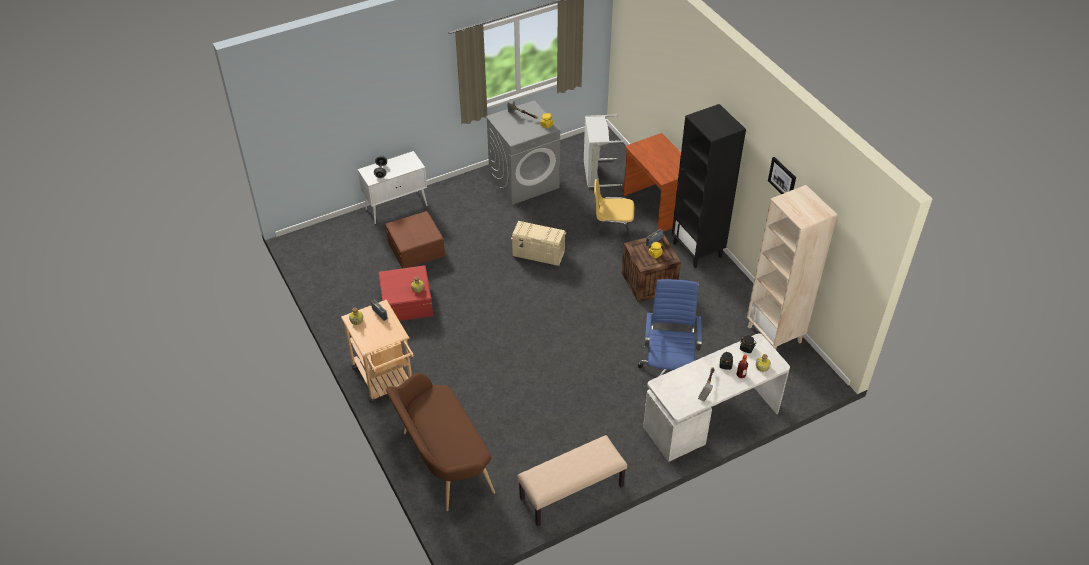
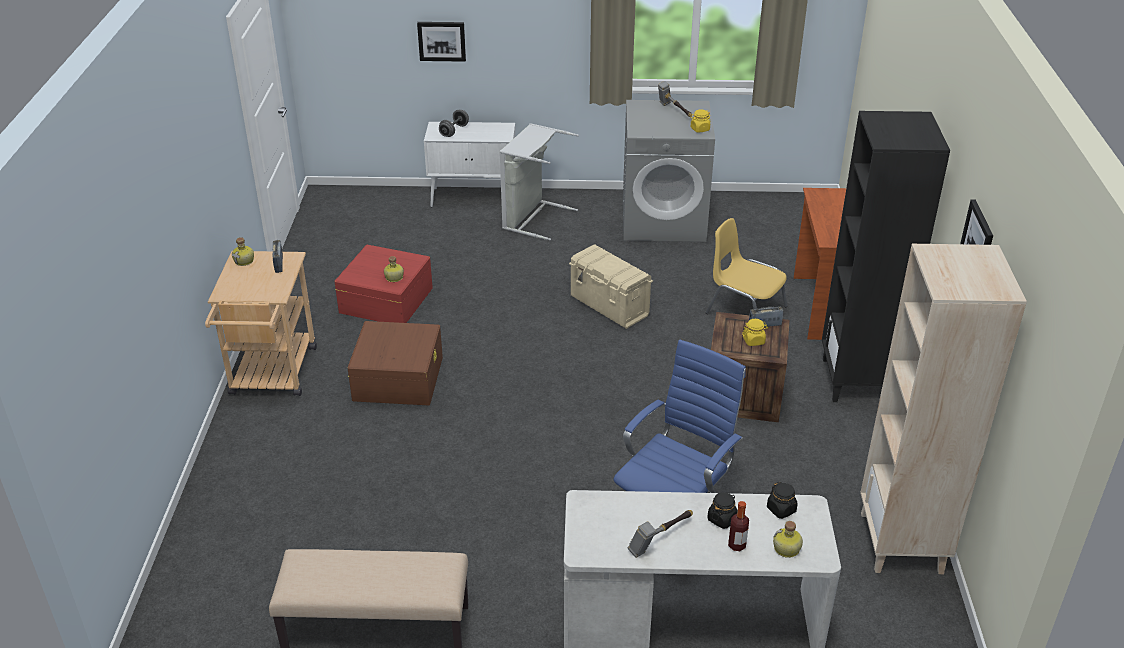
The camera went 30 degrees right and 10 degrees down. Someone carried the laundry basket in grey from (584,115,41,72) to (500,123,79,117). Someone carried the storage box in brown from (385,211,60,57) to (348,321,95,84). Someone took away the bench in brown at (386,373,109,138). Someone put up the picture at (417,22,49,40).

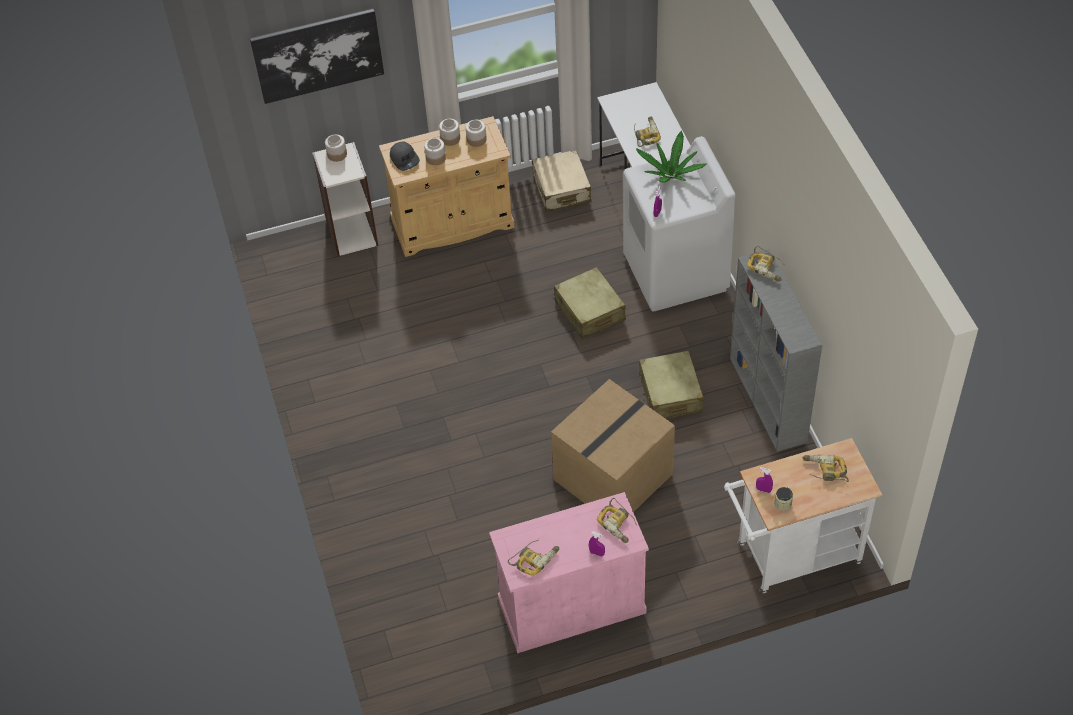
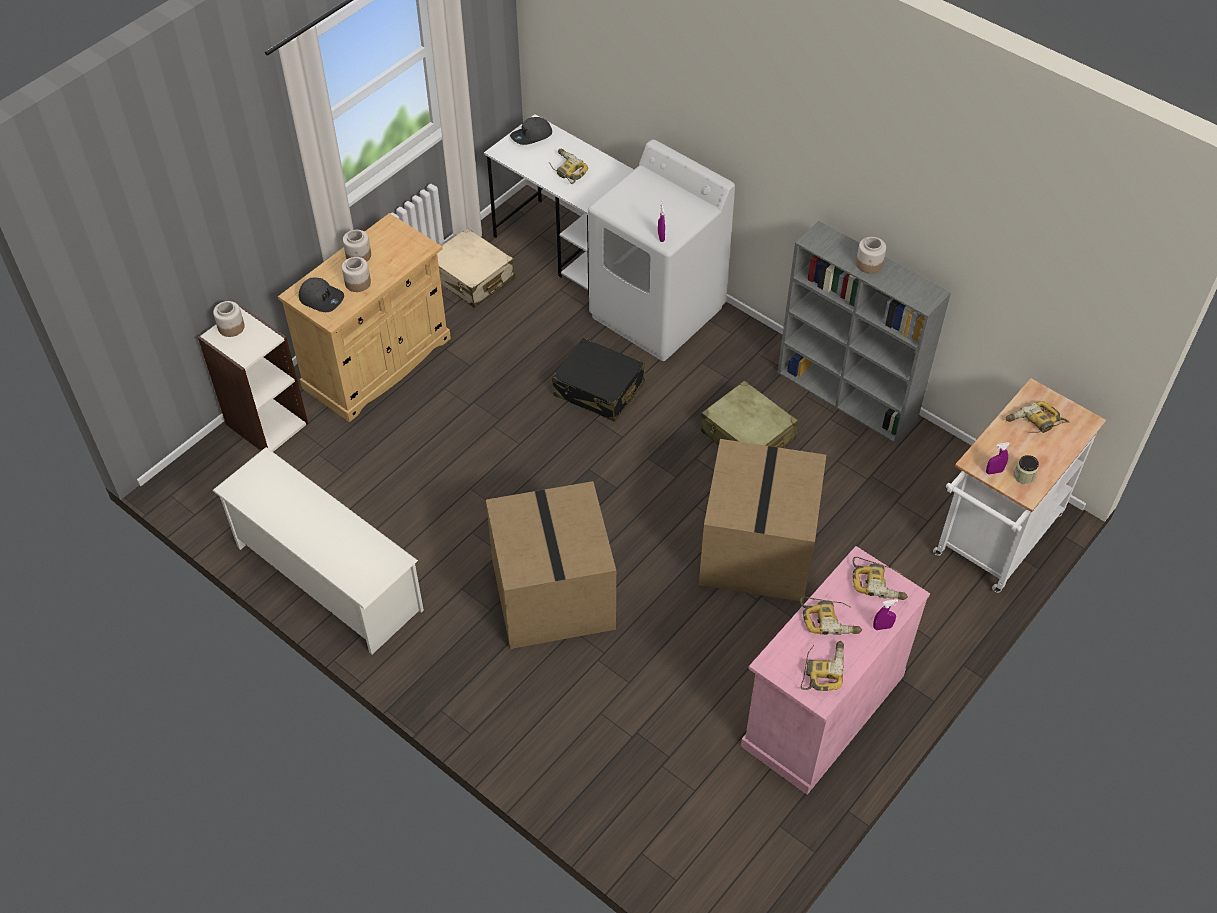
The camera went 35 degrees left and 0 degrees up. Someone took away the picture at (250,8,134,96). Someone carried the jar from (466,120,21,27) to (856,237,30,37). Someone took away the potted plant at (636,130,70,53). Someone carried the power drill from (747,246,38,35) to (800,597,62,38). Someone repainted the suitcase in beige at (554,267,72,72), which became the suitcase in black at (552,338,93,84). Someone put down the cap in grey at (510,117,42,28). Someone put down the shoe rack in white at (212,447,212,208). Someone put down the cardboard box at (486,481,130,168).

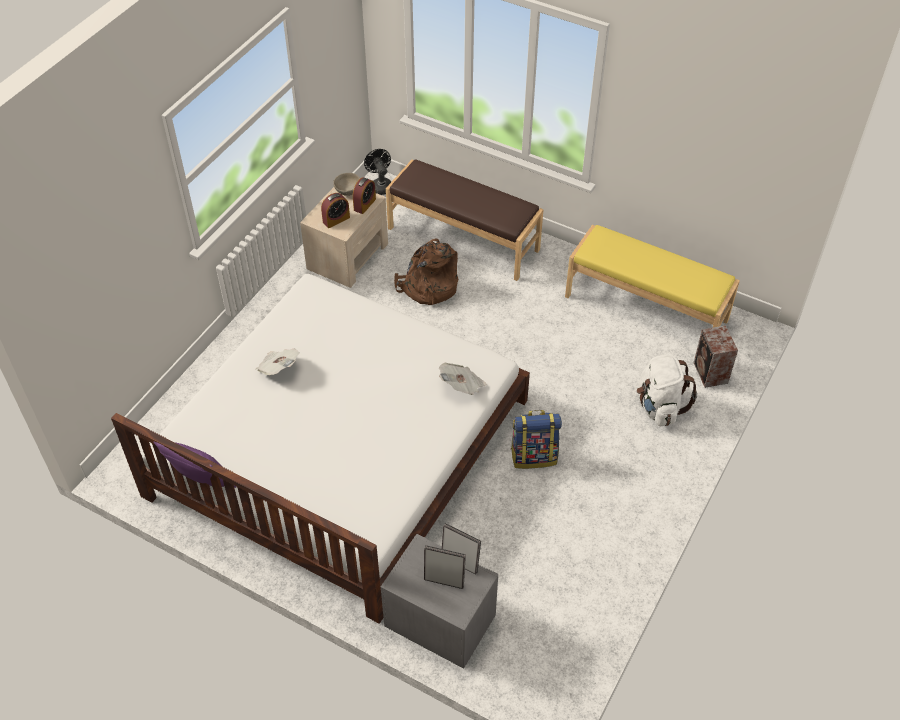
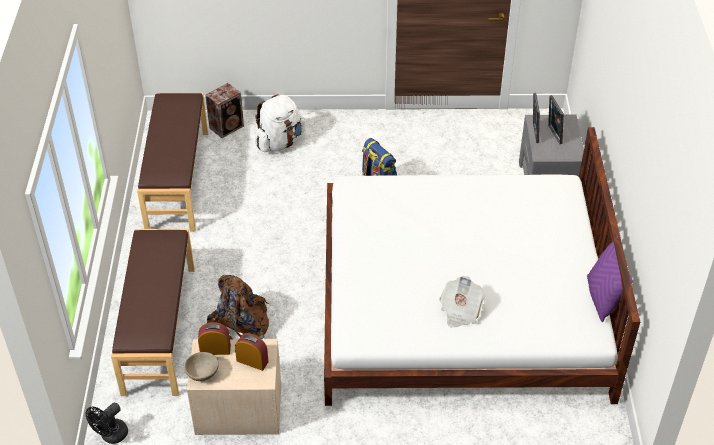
The camera went 120 degrees left and 5 degrees down. Someone repainted the bench in yellow at (565,225,175,102), which became the bench in brown at (137,93,71,138). Someone took away the newspaper at (439,363,48,32).

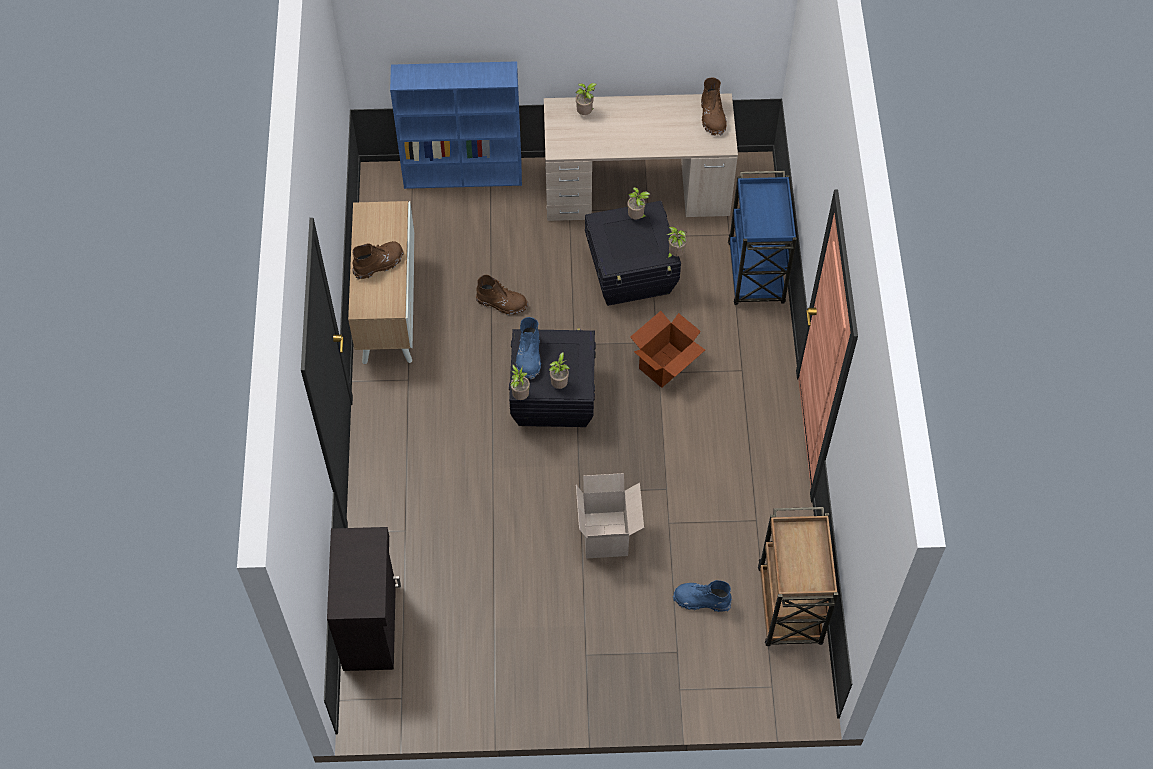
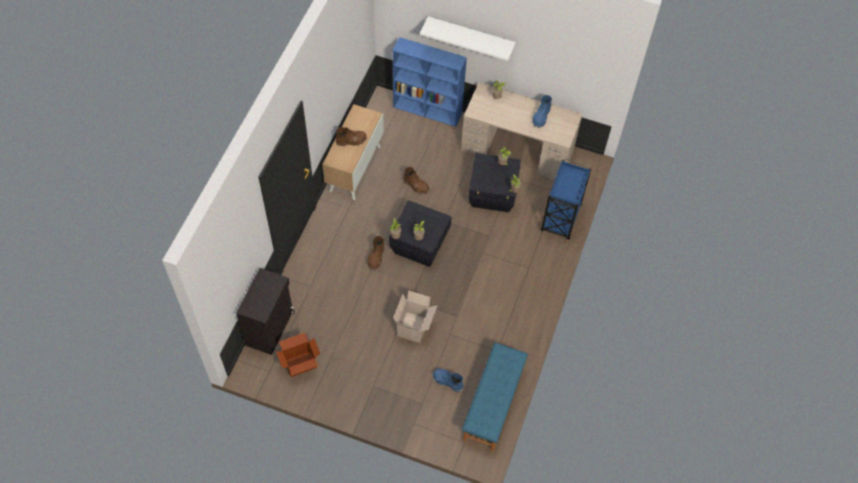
The camera went 20 degrees right and 0 degrees up. Someone carried the boot in brown from (701,78,26,58) to (367,236,17,35). Someone carried the cardboard box from (630,311,75,77) to (276,332,44,45). Someone carried the boot in blue from (516,317,25,63) to (533,95,19,33). Someone swapped the cart in brown at (758,507,80,139) for the bench in blue at (462,343,66,108). Someone put up the shelf in white at (420,17,96,44).

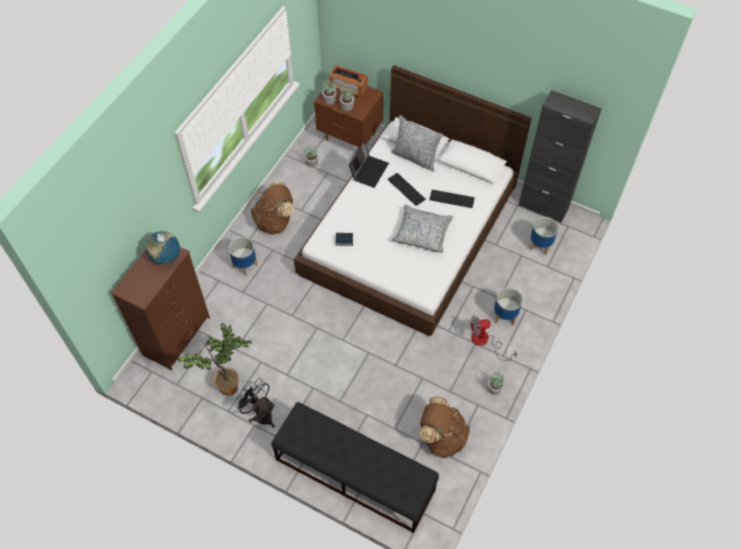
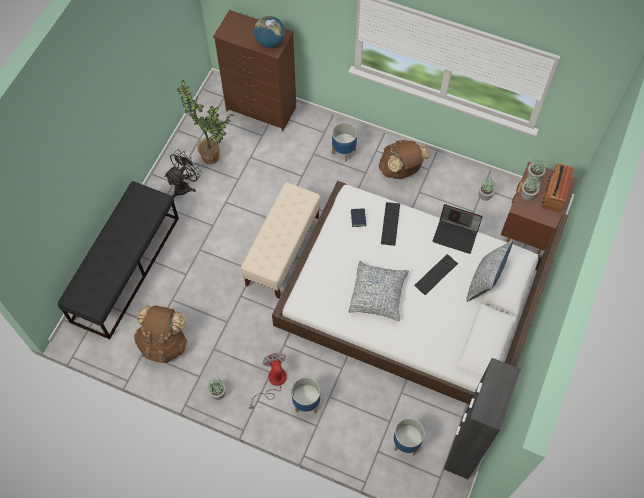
The camera went 85 degrees right and 5 degrees up. Someone carried the keyboard from (429,190,46,18) to (381,202,19,44). Someone put down the bench in beige at (241,182,79,117).

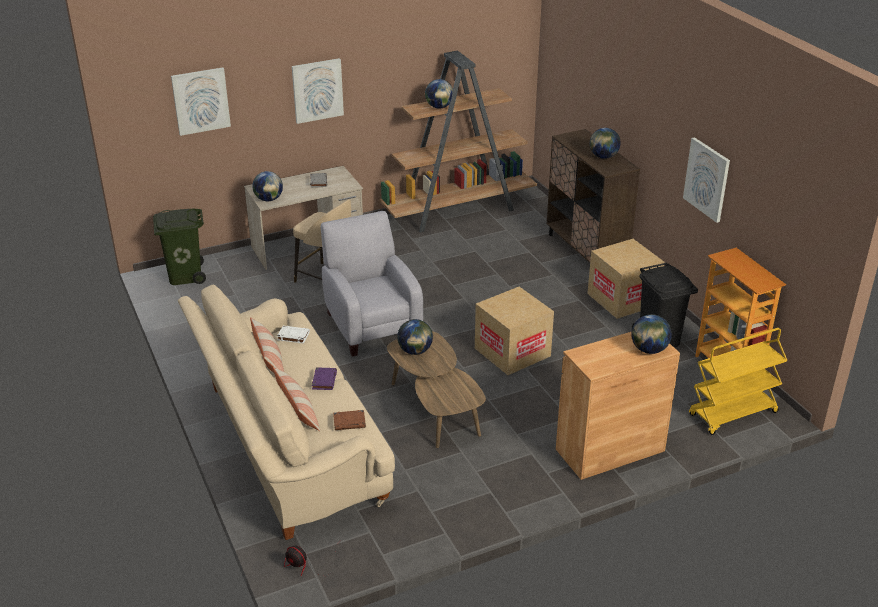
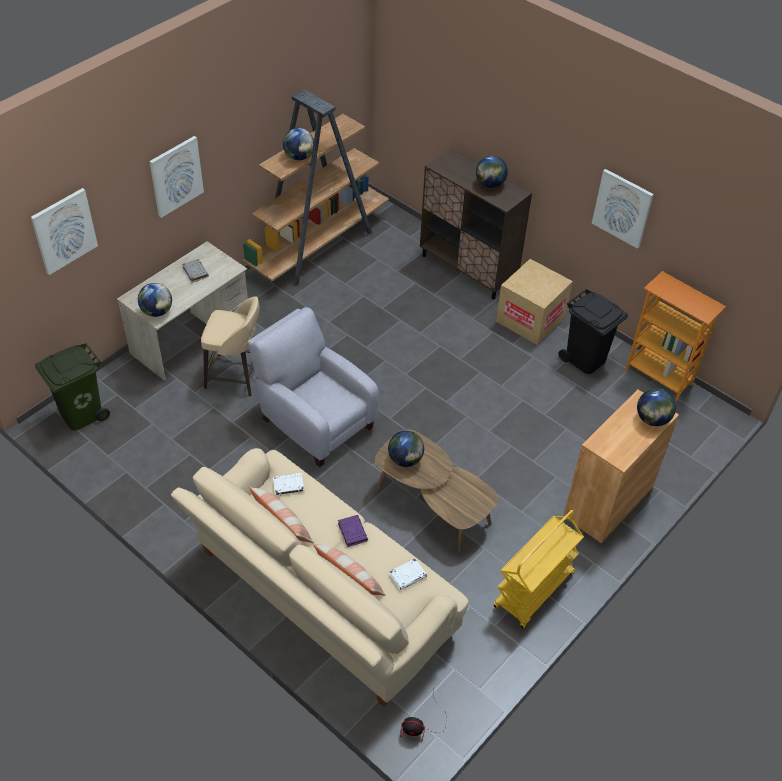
The camera went 25 degrees left and 15 degrees up. Someone took away the cardboard box at (475,287,79,88). Someone carried the cart in yellow from (689,328,98,107) to (493,510,91,119). Someone repainted the book in brown at (333,410,33,20), which became the book in white at (389,558,38,32).

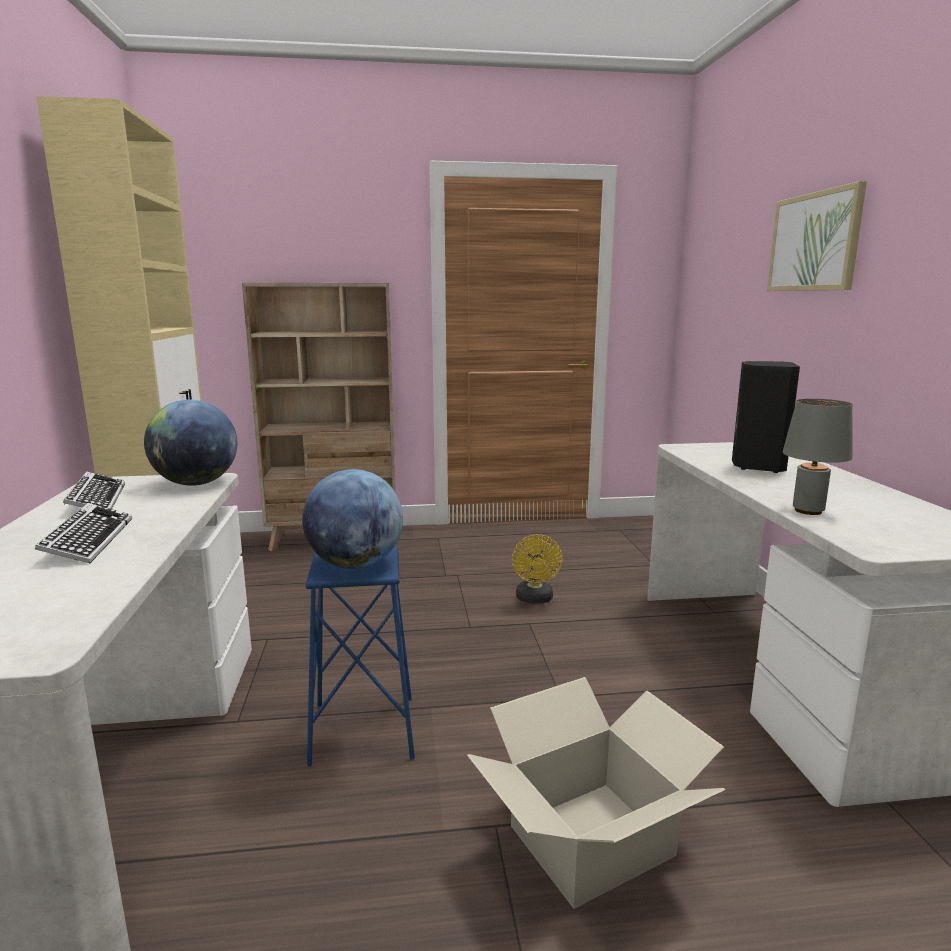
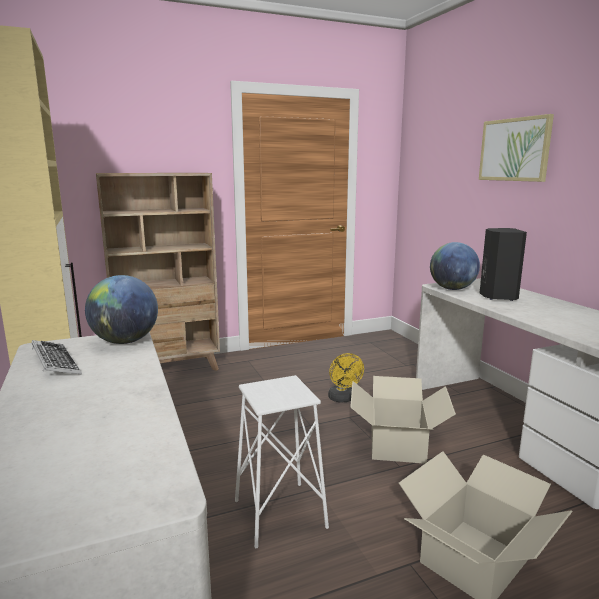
The camera went 15 degrees left and 0 degrees up. Someone took away the table lamp in grey at (783,399,70,116). Someone carried the globe from (302,469,101,100) to (430,242,50,48). Someone took away the keyboard at (35,503,97,60). Someone repainted the stool in blue at (306,546,109,220), which became the stool in white at (235,375,94,173). Someone put down the cardboard box at (350,376,106,88).

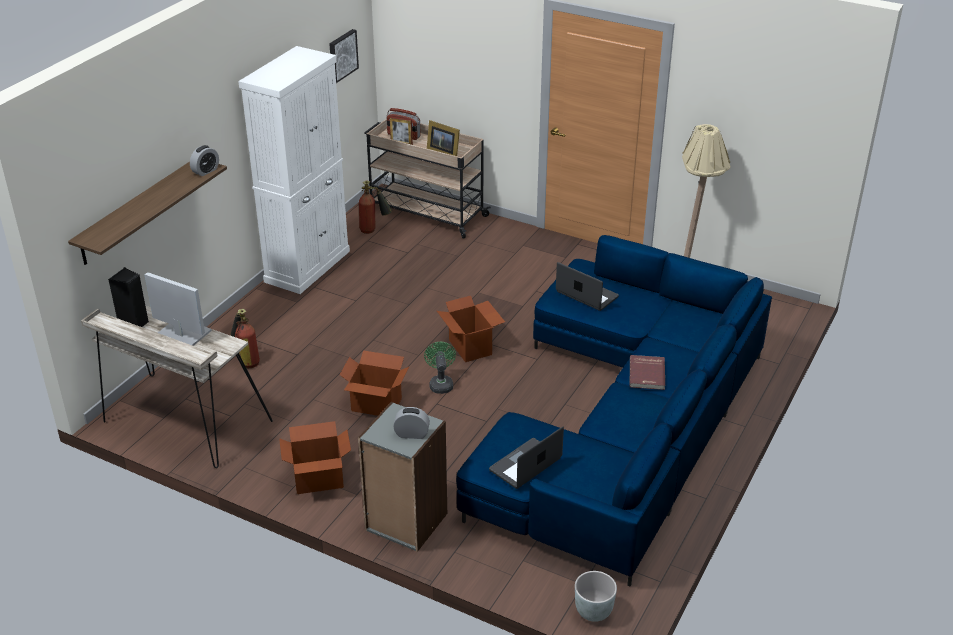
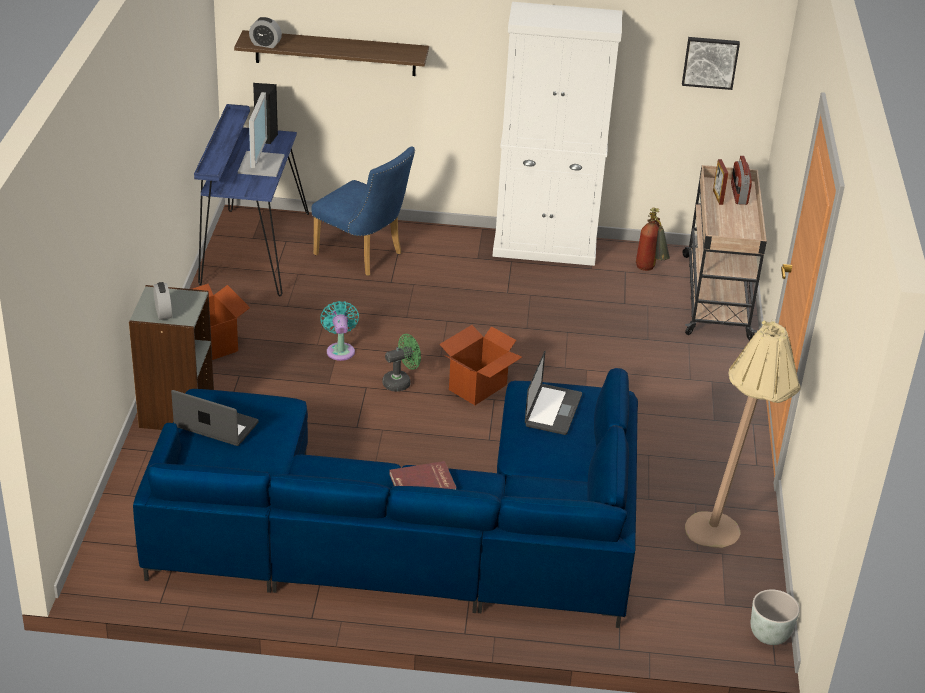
The camera went 65 degrees right and 0 degrees up. Someone took away the picture frame at (427,120,33,36). Someone carried the alarm clock from (190,145,29,31) to (249,17,33,31). Someone repainted the desk in beige at (81,306,192,162), which became the desk in blue at (194,104,115,193). Someone swapped the fire extinguisher at (231,309,29,59) for the chair in blue at (311,146,104,130). Someone swapped the cardboard box at (340,350,69,66) for the fan in turquoise at (320,301,39,60). Someone carried the planter in grey from (575,571,42,51) to (751,589,49,56).

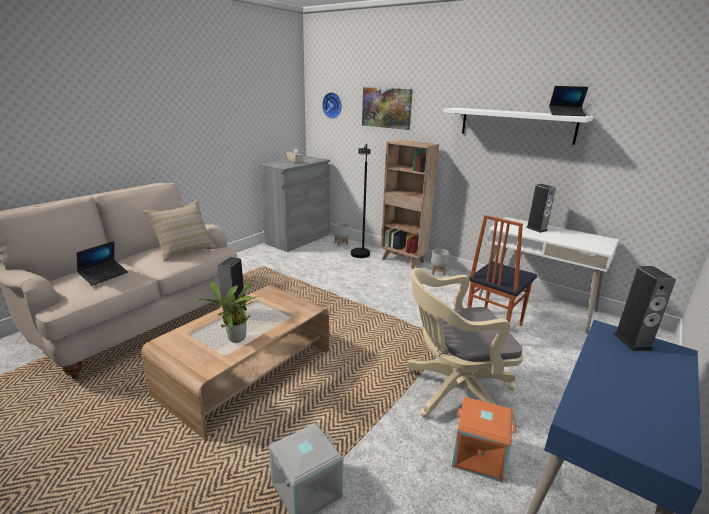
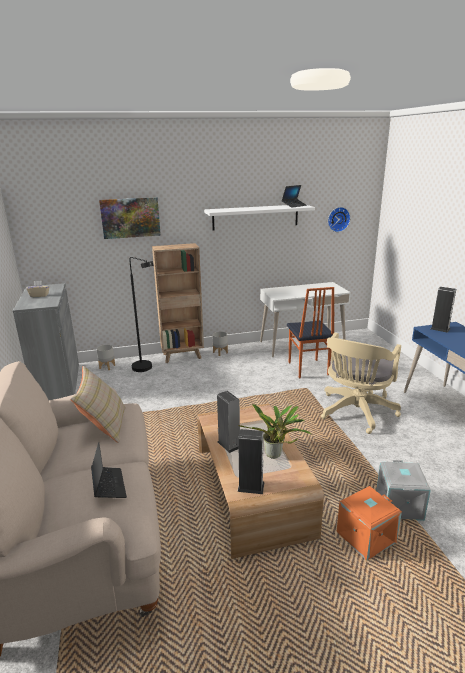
The camera went 50 degrees left and 0 degrees up. Someone carried the wall clock from (322,92,20,27) to (328,207,22,25). Someone carried the speaker from (526,184,30,49) to (237,429,27,65). Someone carried the storage box in orange from (452,397,64,86) to (337,486,65,75).

